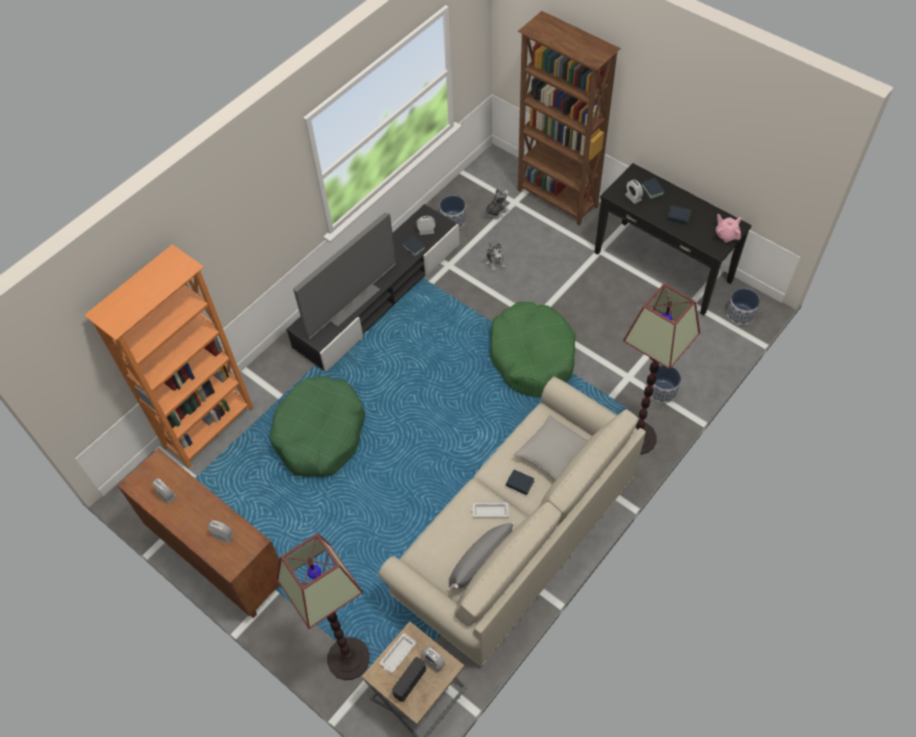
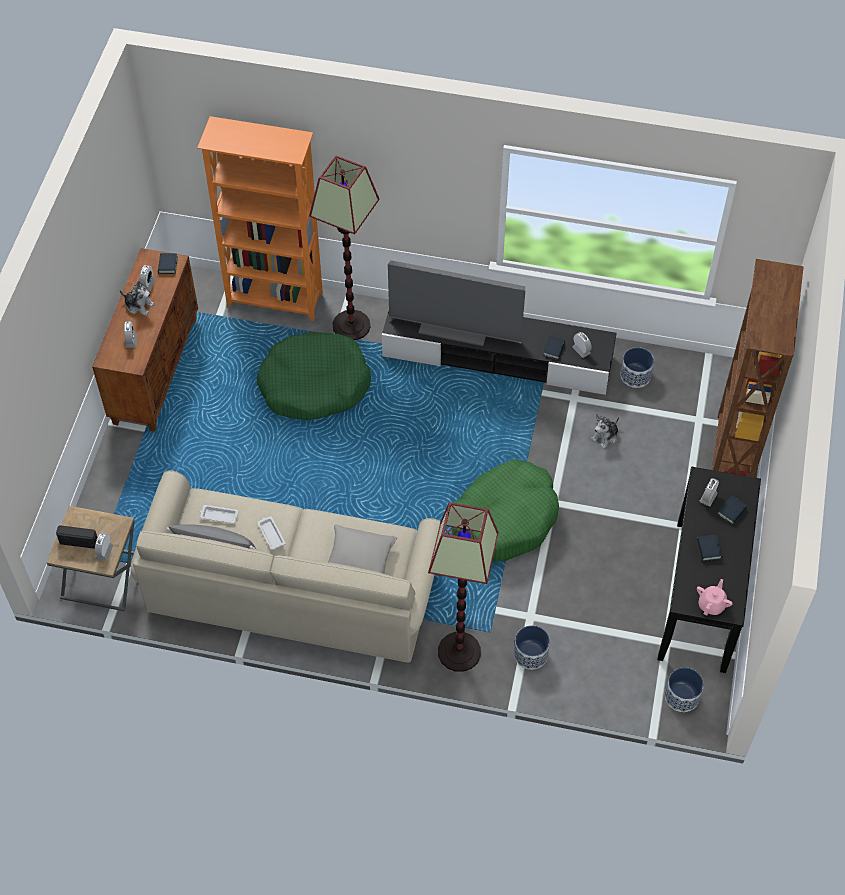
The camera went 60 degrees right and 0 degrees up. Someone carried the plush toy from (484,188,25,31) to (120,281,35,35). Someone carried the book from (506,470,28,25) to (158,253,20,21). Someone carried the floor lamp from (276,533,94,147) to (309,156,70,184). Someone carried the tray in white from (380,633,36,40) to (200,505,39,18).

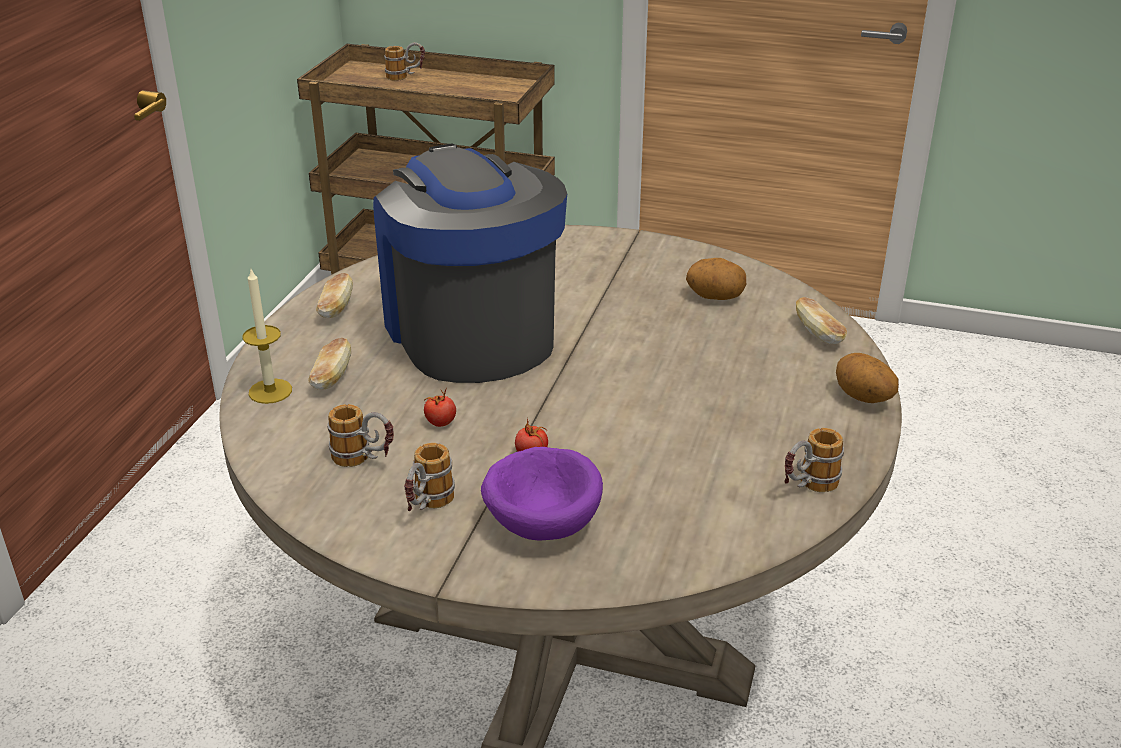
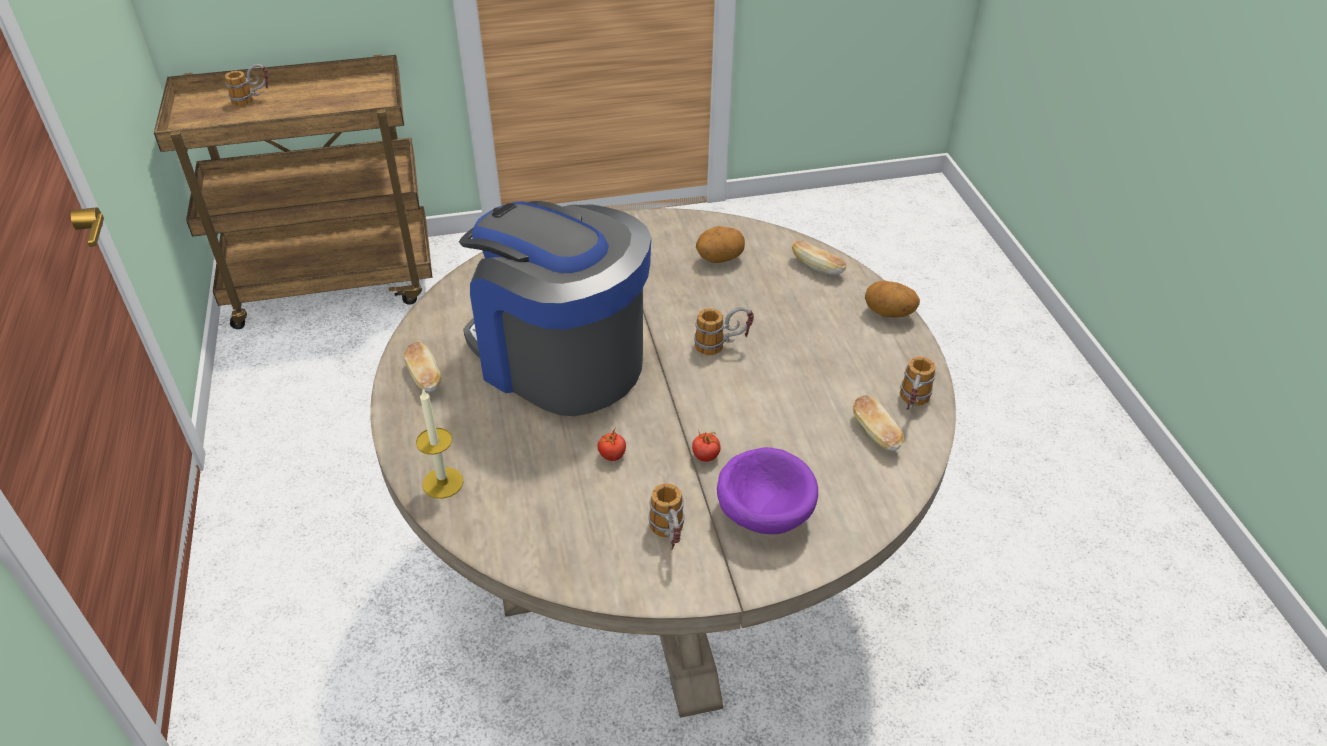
The camera went 30 degrees left and 10 degrees up. Someone carried the bread from (308,338,43,52) to (853,395,51,56). Someone carried the mug from (327,404,67,63) to (694,307,60,48).

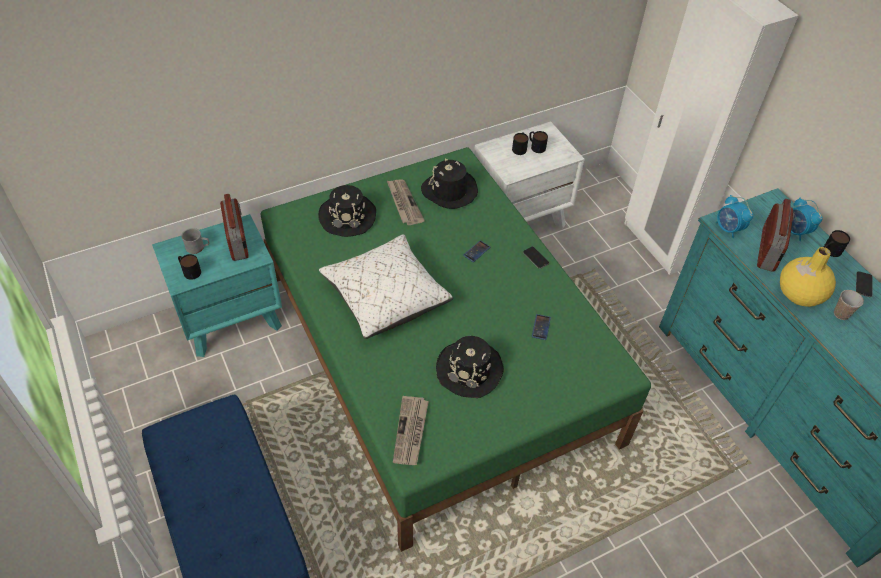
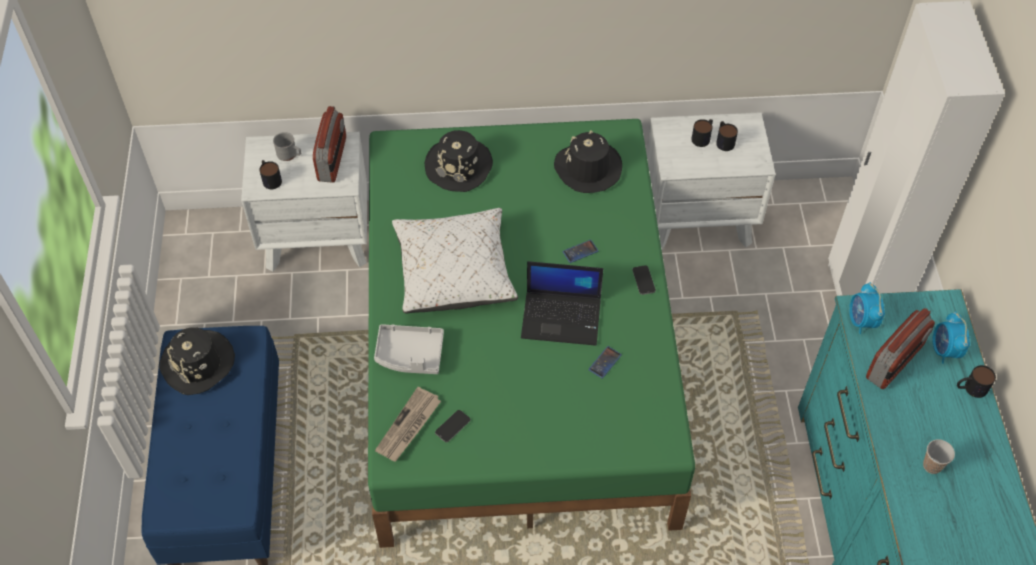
The camera went 25 degrees right and 5 degrees up. Someone took away the newspaper at (387,179,38,46). Someone repainted the nightstand in turquoise at (152,214,130,143), which became the nightstand in white at (241,132,126,140). Someone took away the vase in yellow at (780,247,56,60). Someone carried the phone from (856,271,17,26) to (435,410,35,32). Someone carried the hat in black from (436,336,68,62) to (159,327,76,68). Someone put down the laptop at (521,261,82,85). Someone put down the tray in grey at (374,324,70,50).

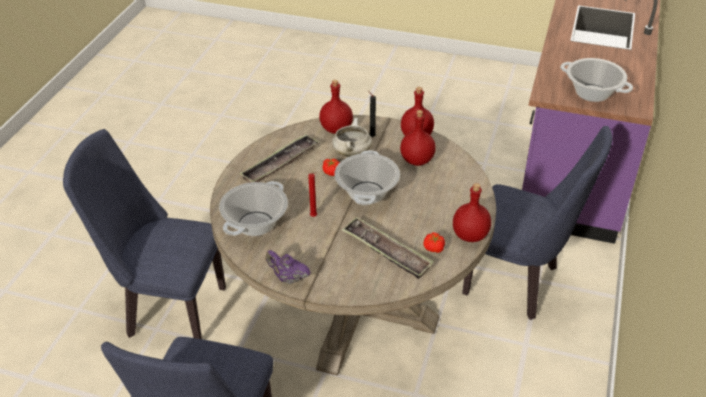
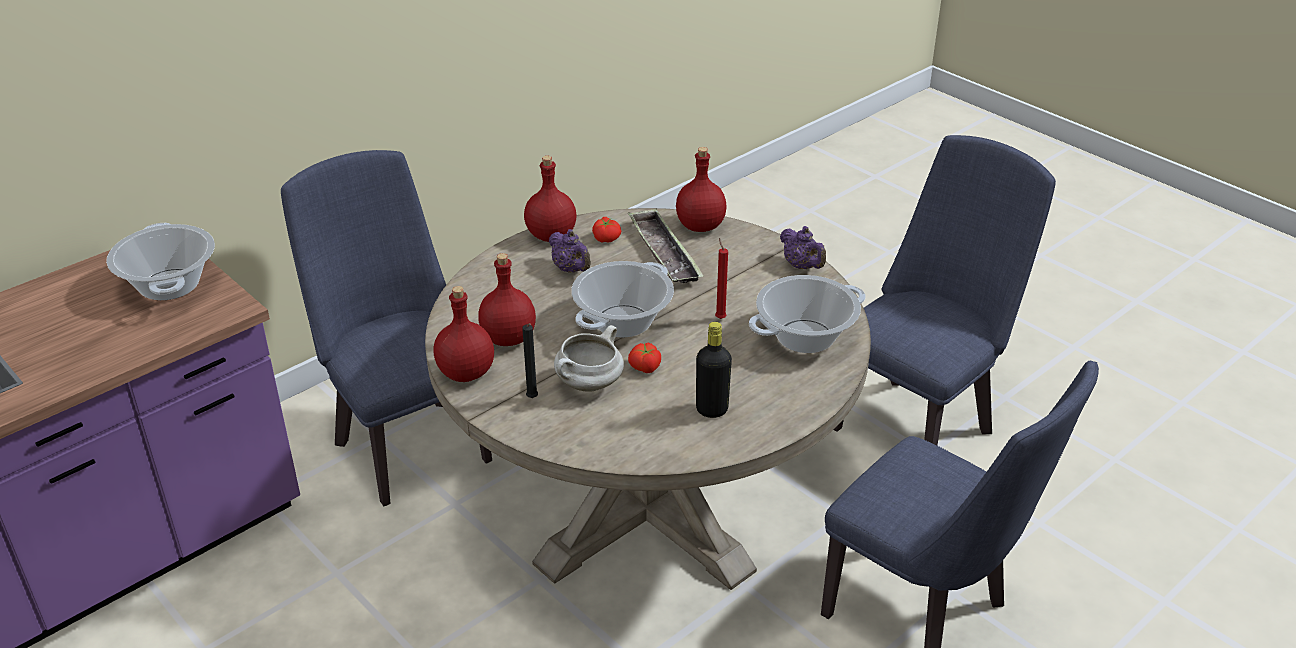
The camera went 150 degrees left and 5 degrees down. Someone carried the bottle in red from (319,80,34,54) to (676,147,51,85). Someone swapped the tray at (239,134,80,49) for the bottle in black at (696,322,36,96). Someone put down the teapot in purple at (549,229,42,44).

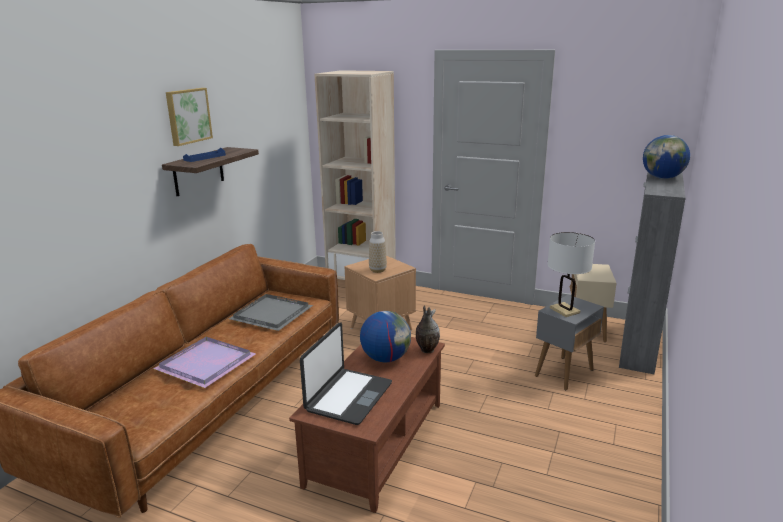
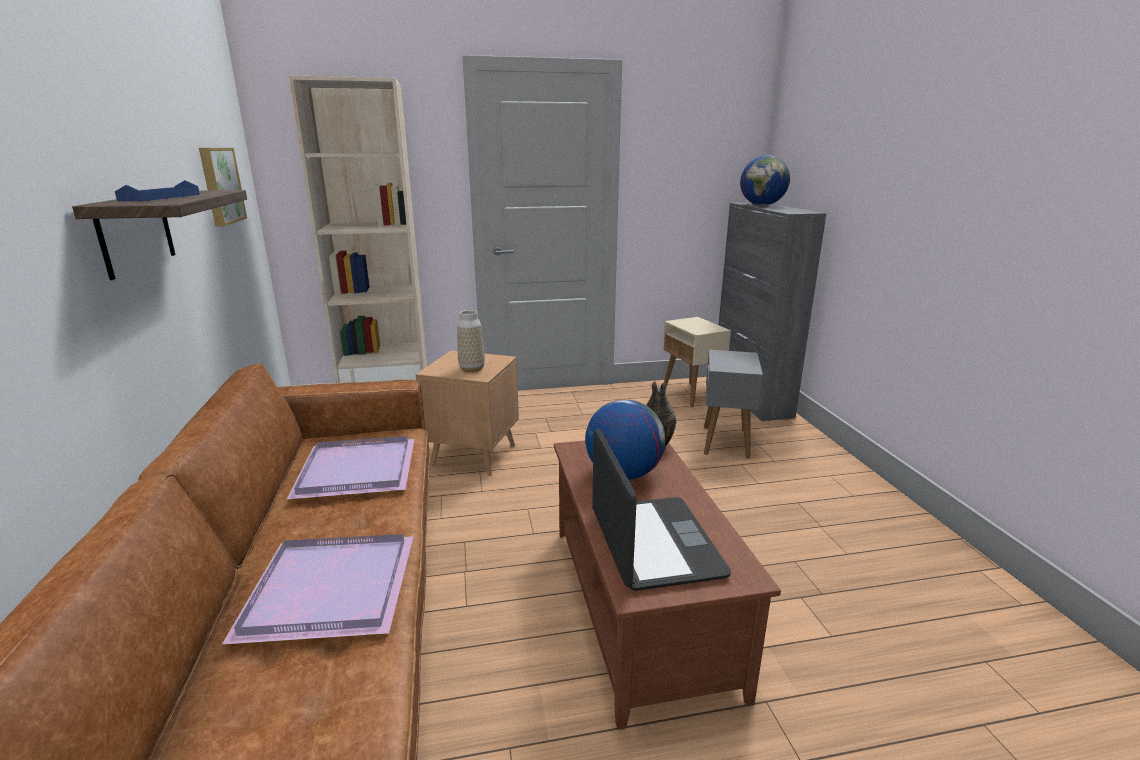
The camera went 35 degrees left and 0 degrees up. Someone carried the picture from (166,88,47,58) to (199,148,48,79). Someone took away the table lamp in white at (547,232,48,85). Someone repainted the tray in grey at (229,294,84,37), which became the tray in purple at (287,436,128,63).

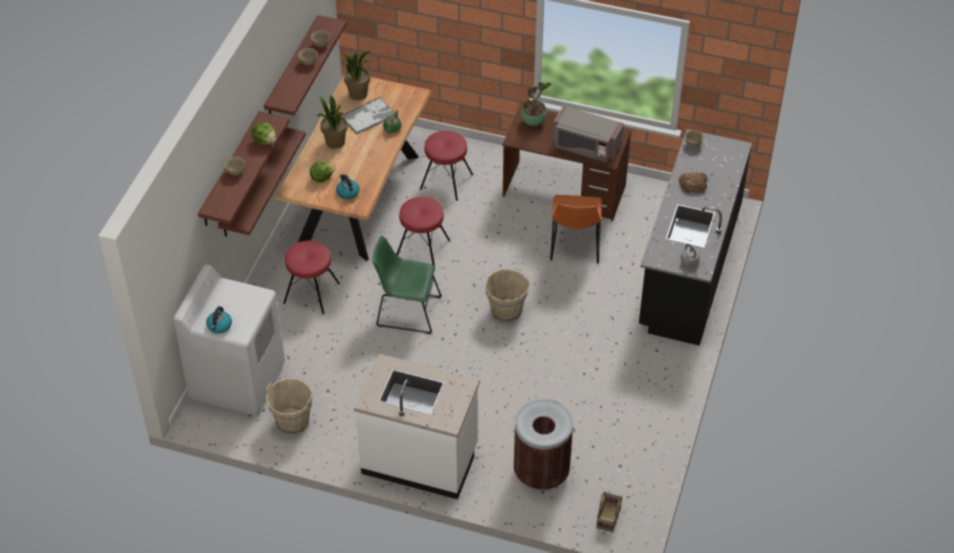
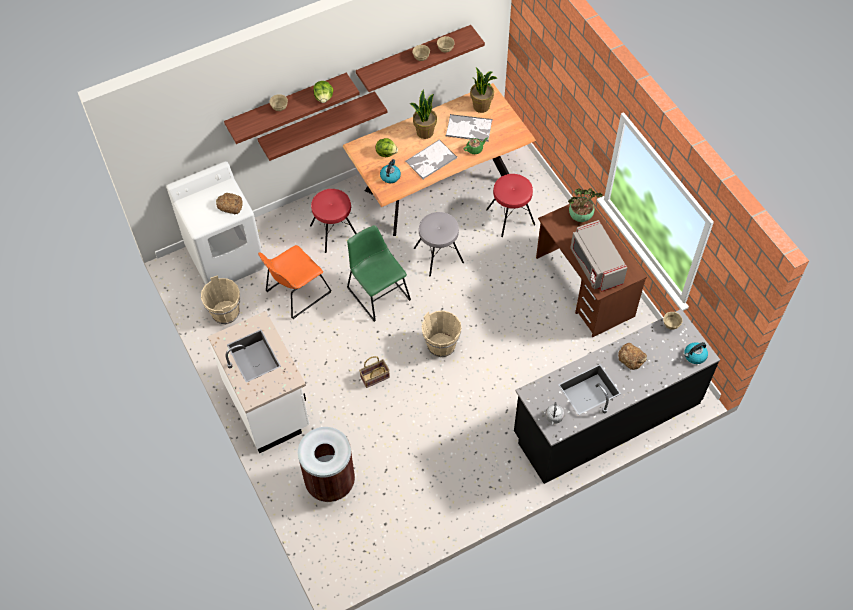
The camera went 45 degrees right and 10 degrees up. Someone carried the chair in orange from (550,195,52,69) to (258,245,74,74). Someone repainted the stool in red at (397,197,53,69), which became the stool in grey at (414,212,50,64). Someone carried the kettle from (206,306,26,28) to (684,342,24,22). Someone carried the basket from (596,491,26,41) to (359,356,31,32). Someone put down the tray at (405,139,52,40). Someone put down the bread at (216,193,27,21).

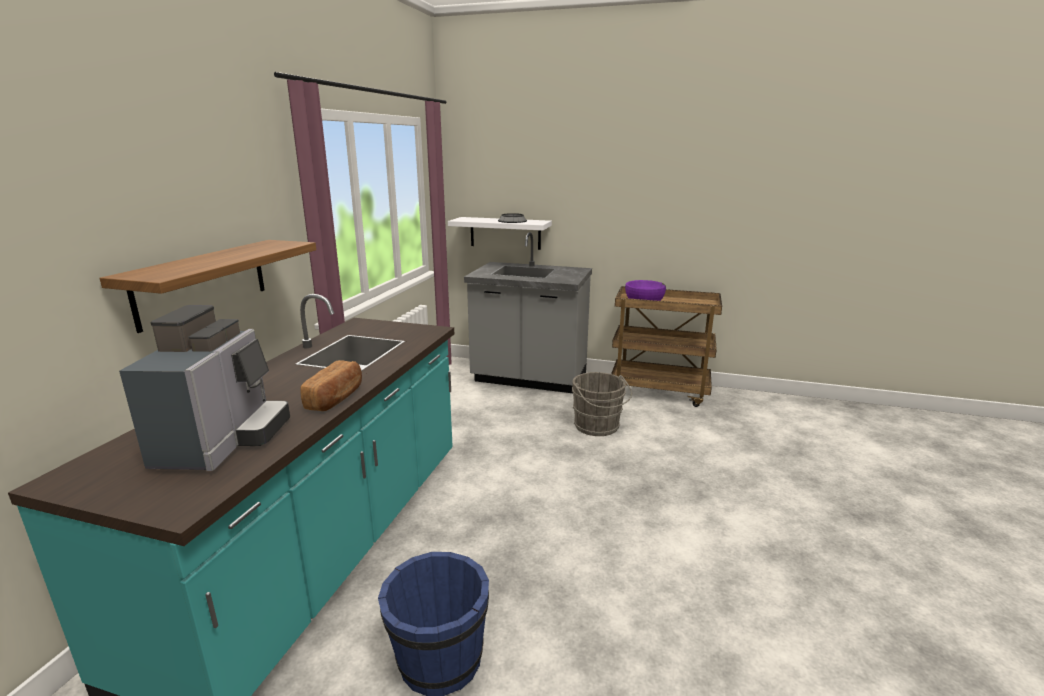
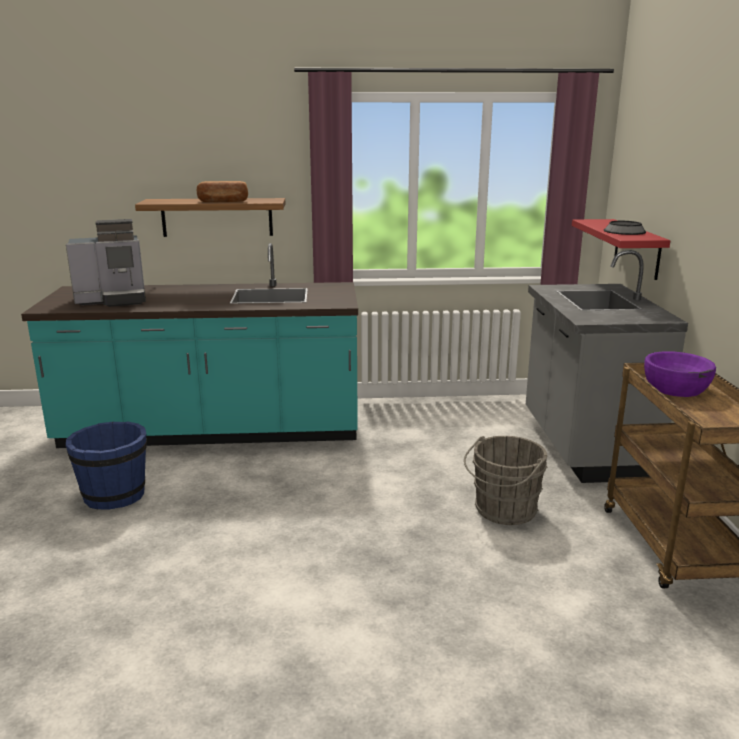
The camera went 70 degrees right and 0 degrees up. Someone repainted the shelf in white at (448,217,104,33), which became the shelf in red at (572,219,99,61). Someone carried the bread from (301,360,61,51) to (197,181,51,21).

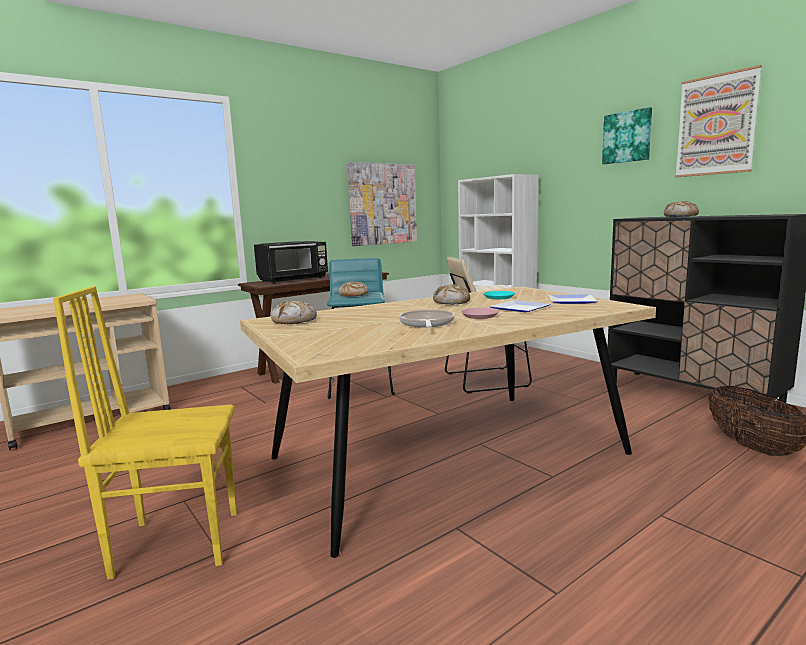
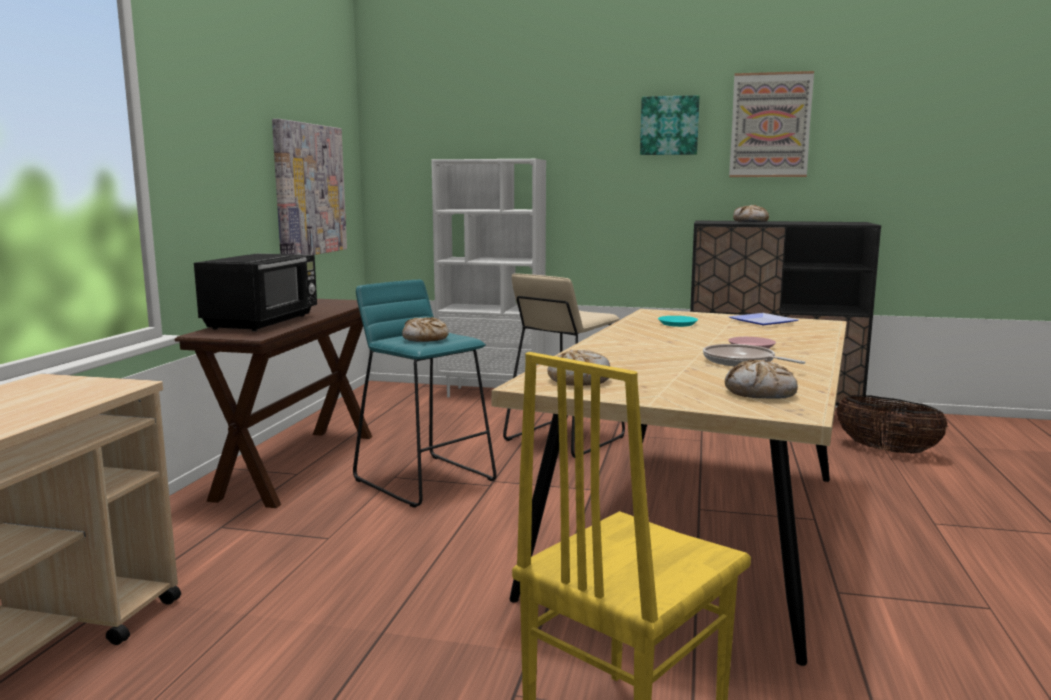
The camera went 40 degrees left and 0 degrees up. Someone carried the bread from (433,284,37,20) to (725,359,73,40). Someone took away the plate at (489,300,62,12).

